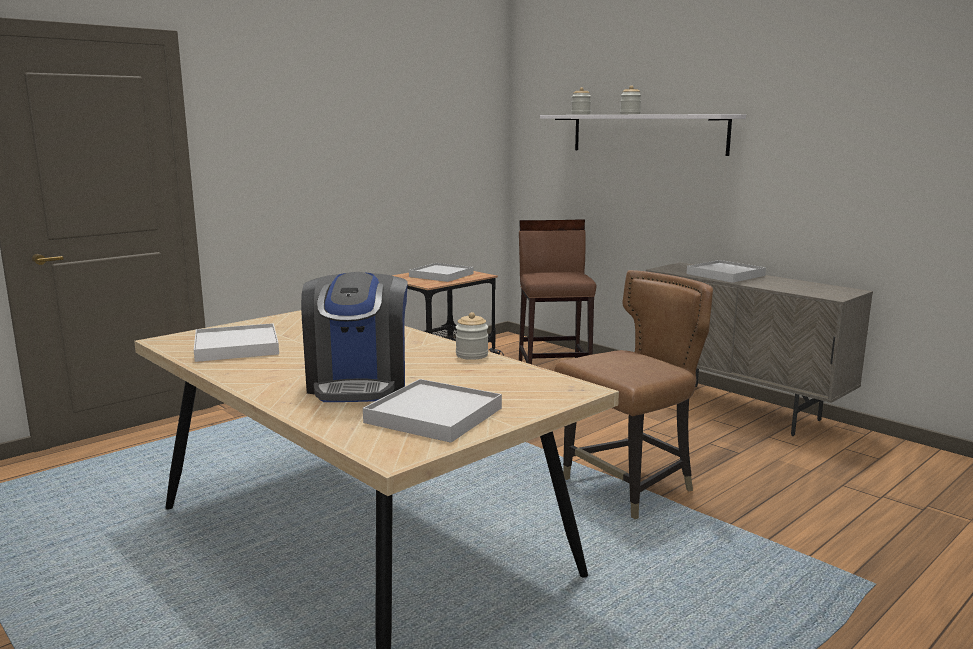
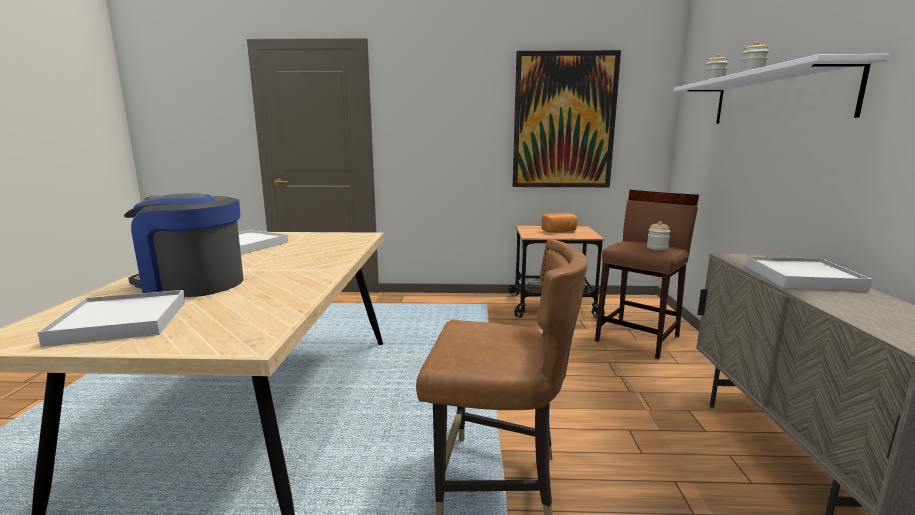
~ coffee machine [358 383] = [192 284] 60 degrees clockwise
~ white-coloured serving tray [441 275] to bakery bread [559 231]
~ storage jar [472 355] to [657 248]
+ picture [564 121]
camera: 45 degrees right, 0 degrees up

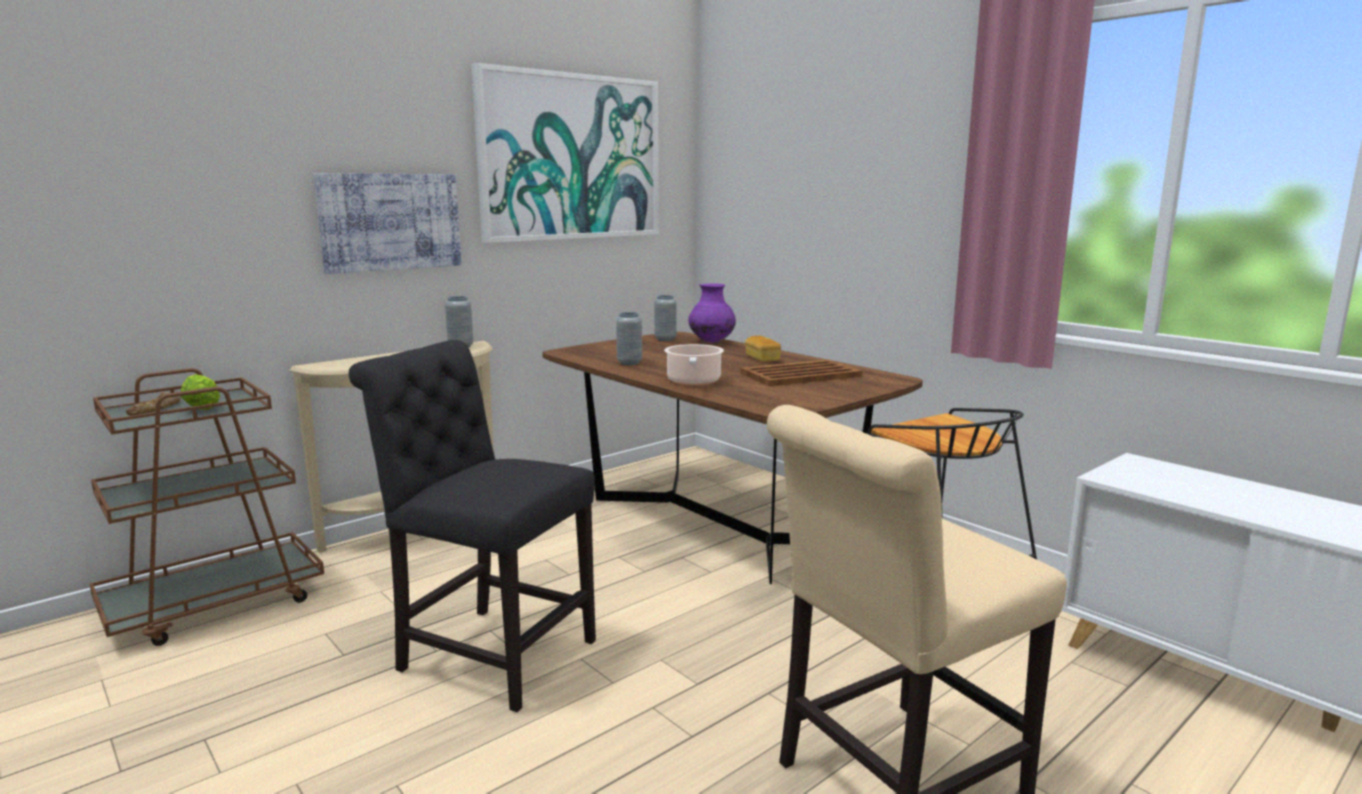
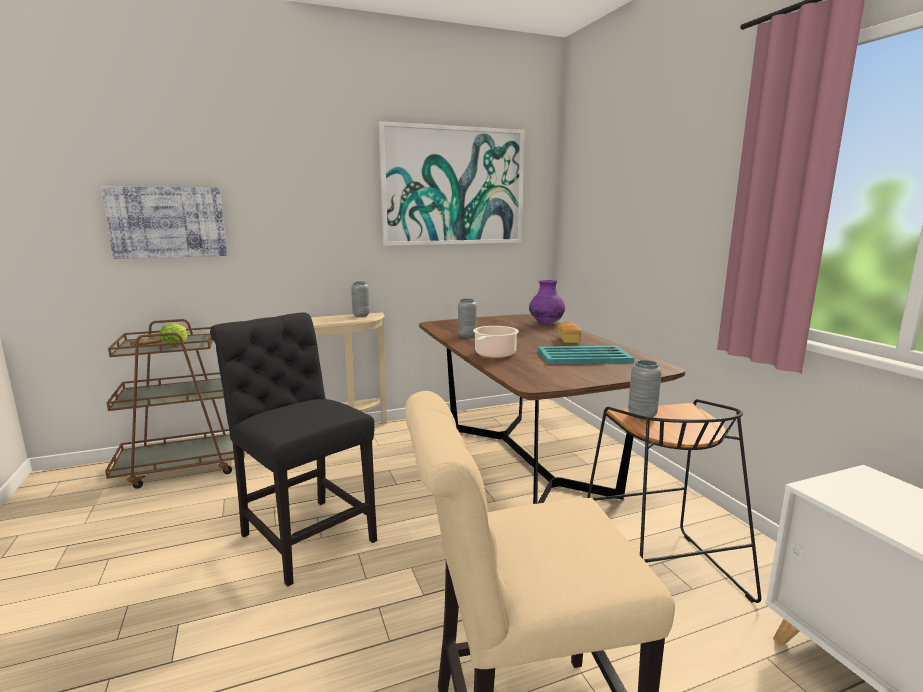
~ picture [390 222] to [167 222]
~ grey vase [665 339] to [642 415]
~ brown serving tray [799 375] to turquoise serving tray [583 356]
camera: 20 degrees right, 0 degrees up

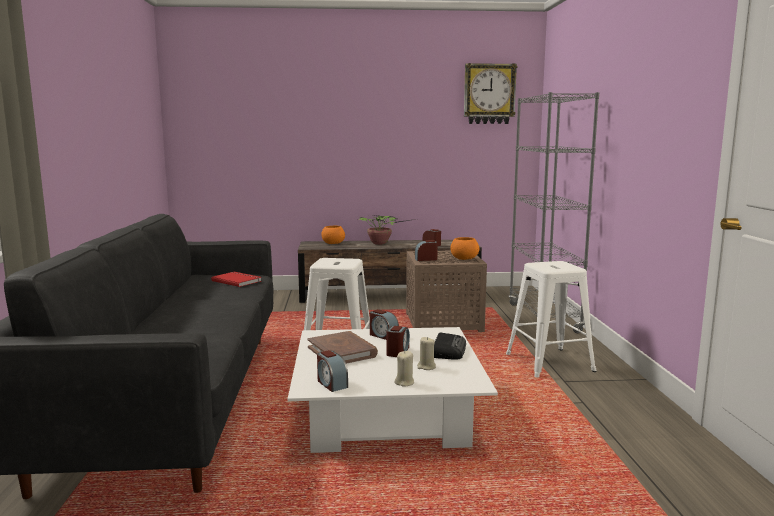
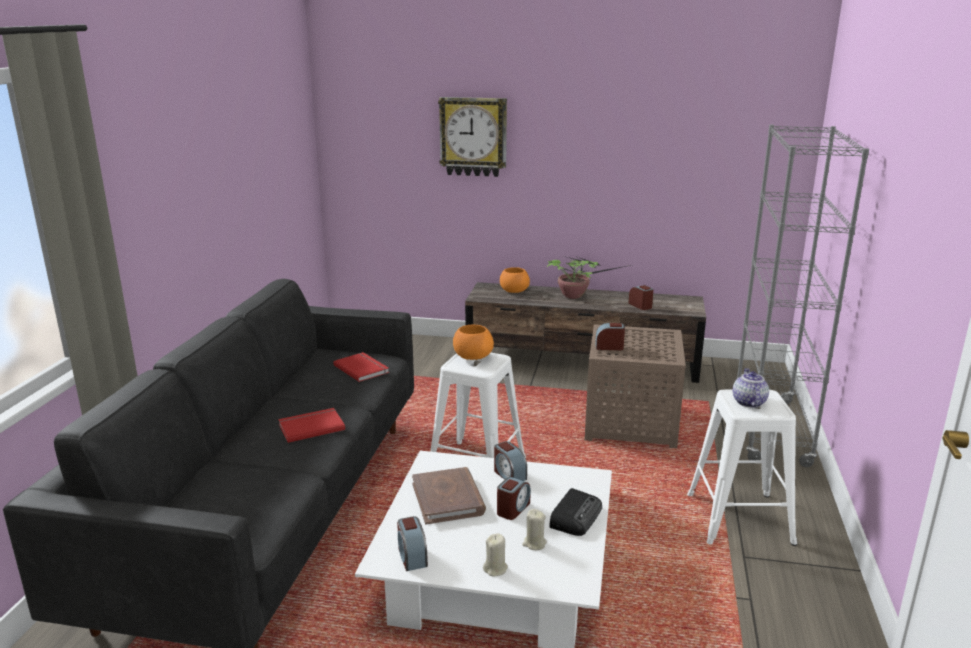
~ orange deep dish [464 259] to [472 356]
~ clock on the wall [489 94] to [473 136]
+ red-coloured bound book [311 426]
+ teapot [748 402]
camera: 15 degrees right, 10 degrees up

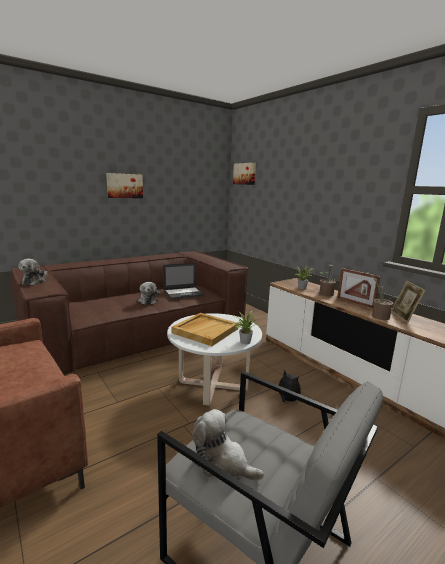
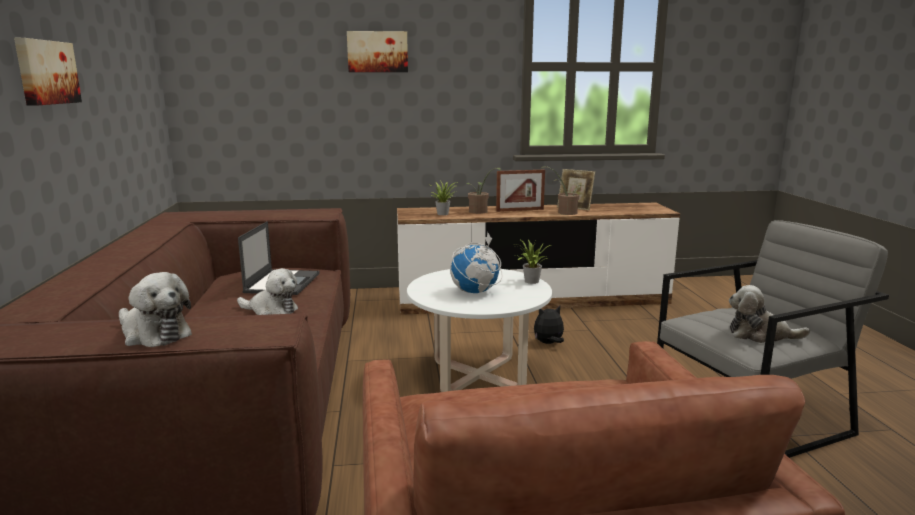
~ beige-coloured serving tray [205 330] to desk globe [475 292]
~ soft toy [222 462] = [760 335] 45 degrees clockwise
~ picture [245 174] to [377 52]
camera: 60 degrees left, 0 degrees up

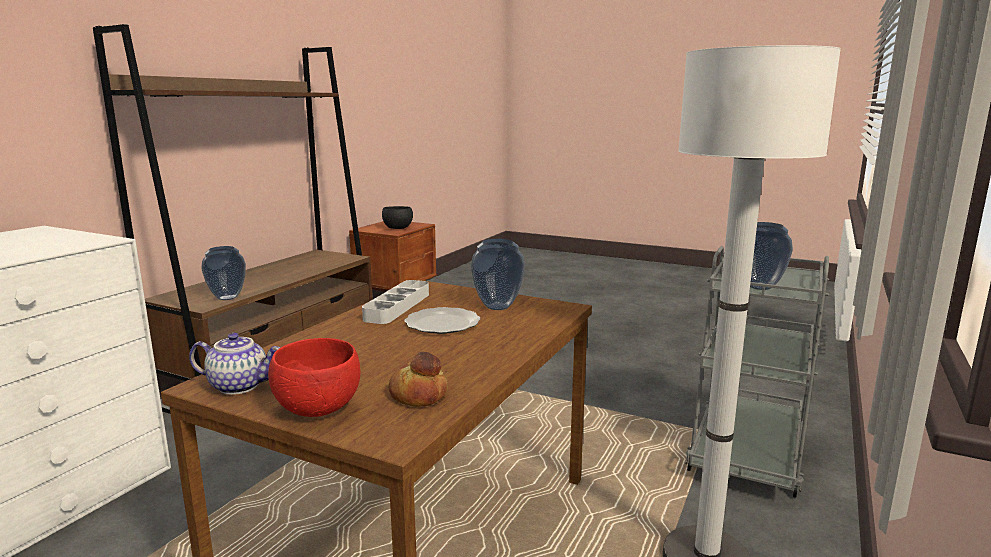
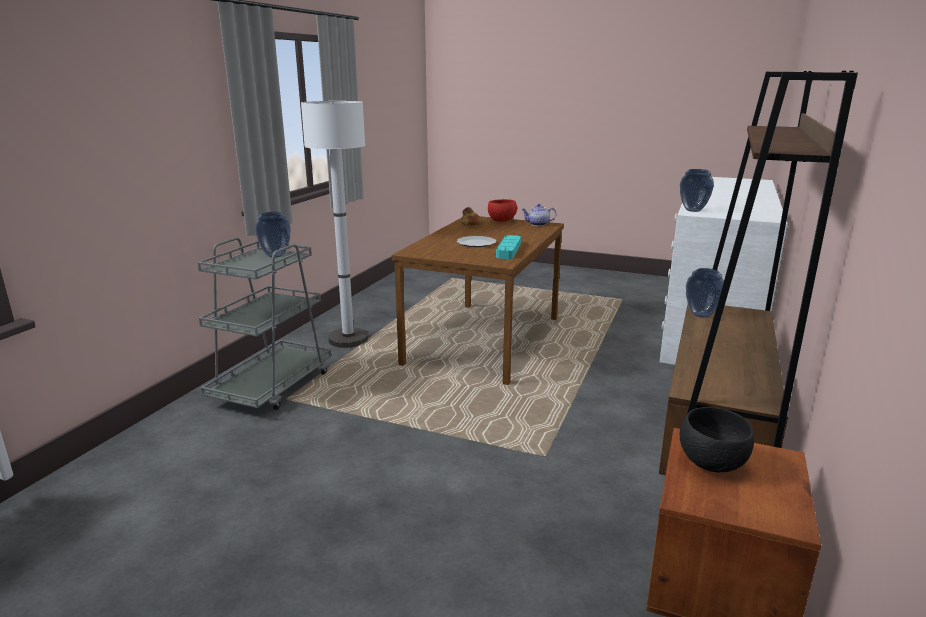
~ grey serving tray [397 306] to turquoise serving tray [508 250]
~ vase [498 306] to [693 210]
camera: 175 degrees right, 5 degrees up

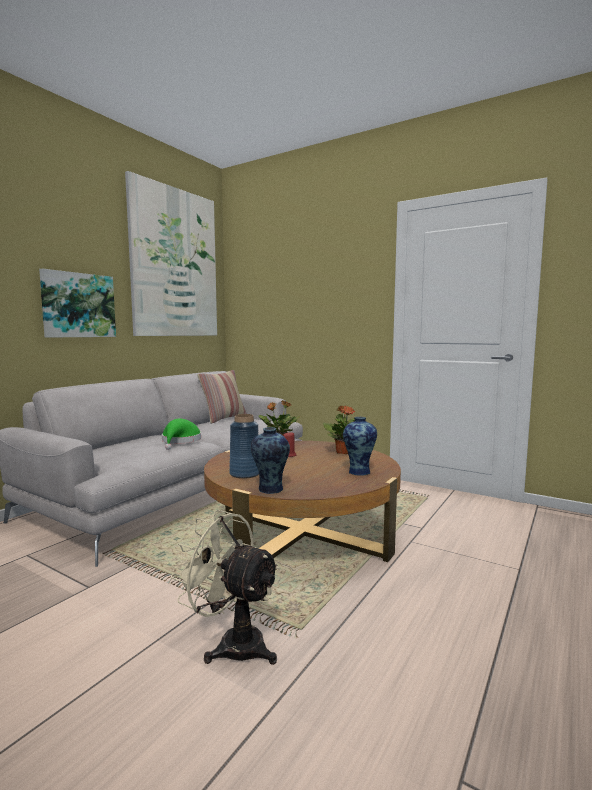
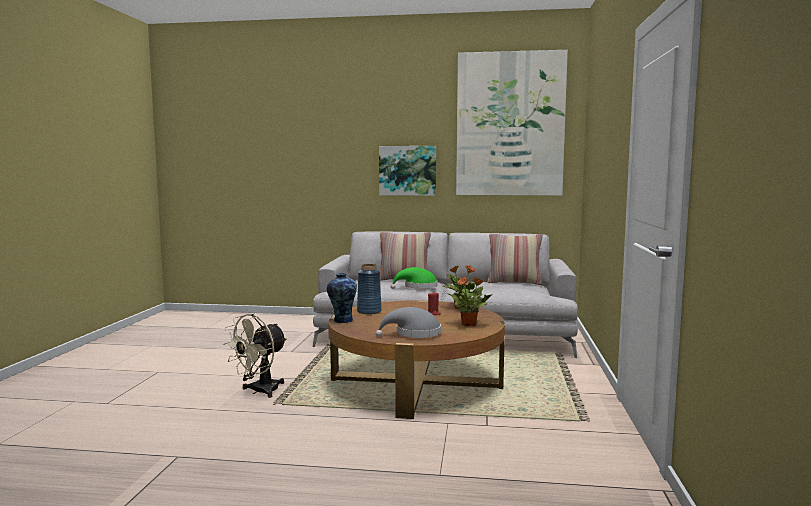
~ beige-coloured fan [232 643] = [259 391] 150 degrees counterclockwise
~ vase [359 472] to grey hat [414 334]
+ pillow [404 279]
camera: 65 degrees right, 0 degrees up

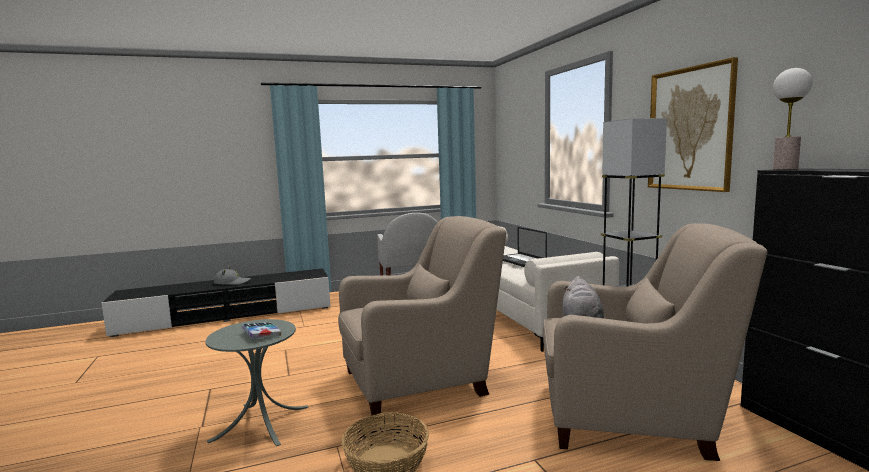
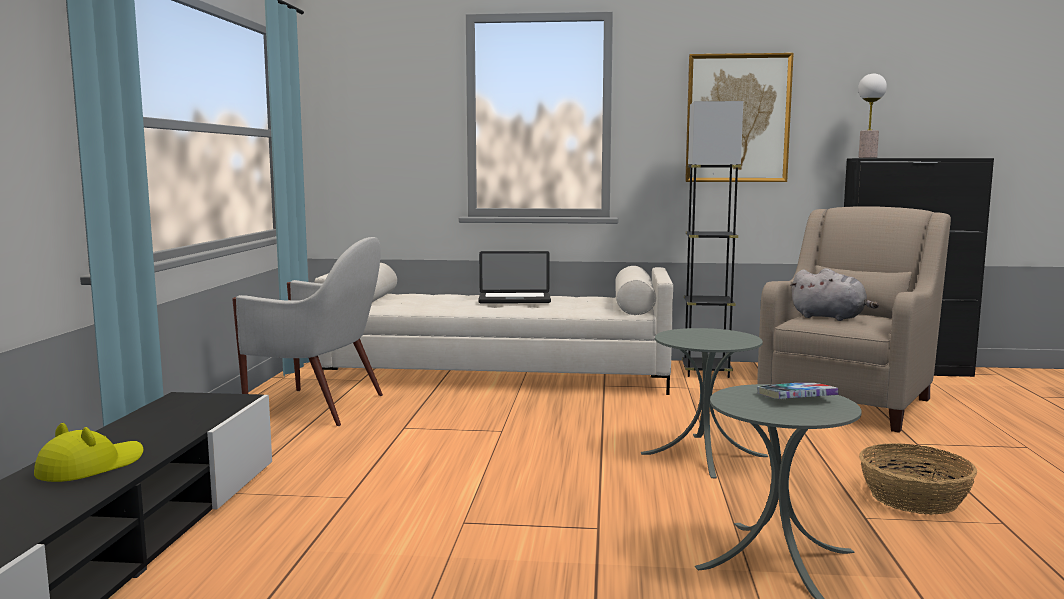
~ grey hat [232 282] to yellow-coloured hat [90 467]
~ beige-coloured easy chair [420 381] to grey end table [704 455]
camera: 65 degrees left, 0 degrees up

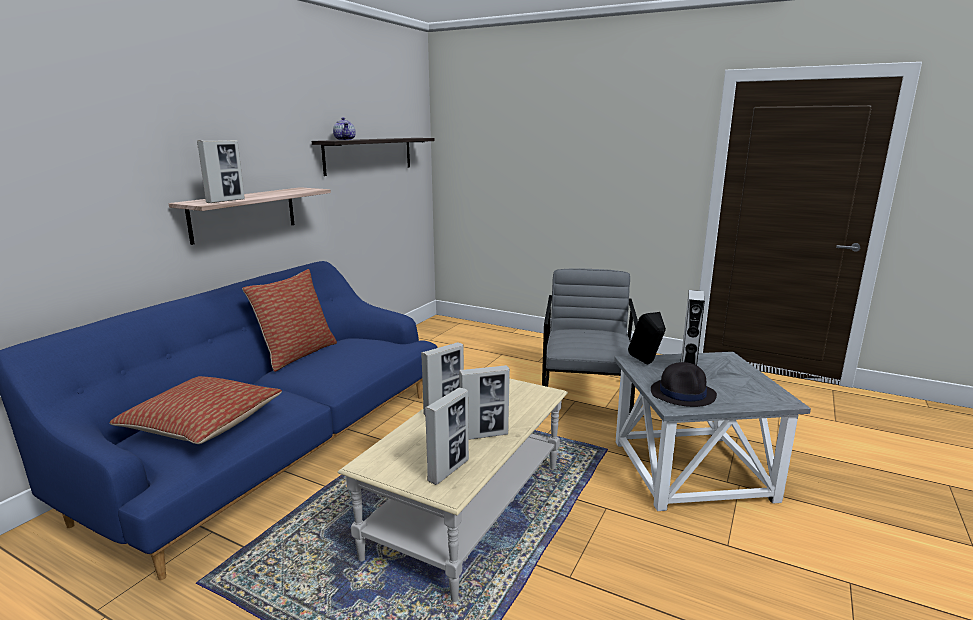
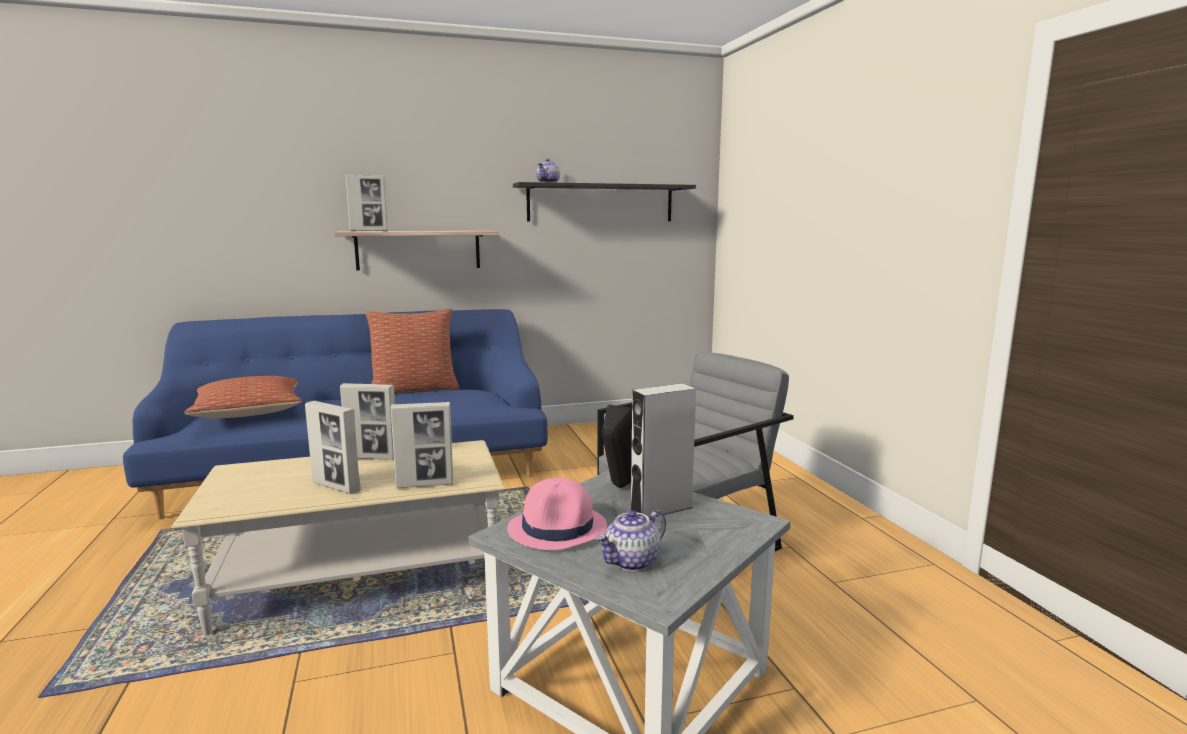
~ photo frame [448 470] to [425 484]
~ blackish hat [683 393] to pink hat [558 528]
+ teapot [632 562]
camera: 45 degrees right, 5 degrees down

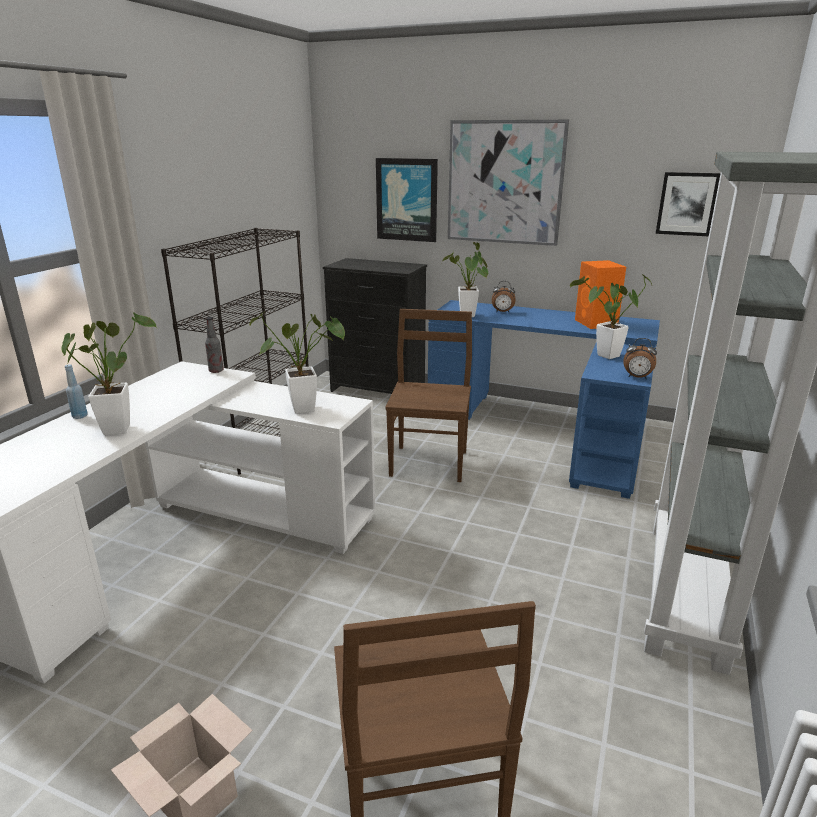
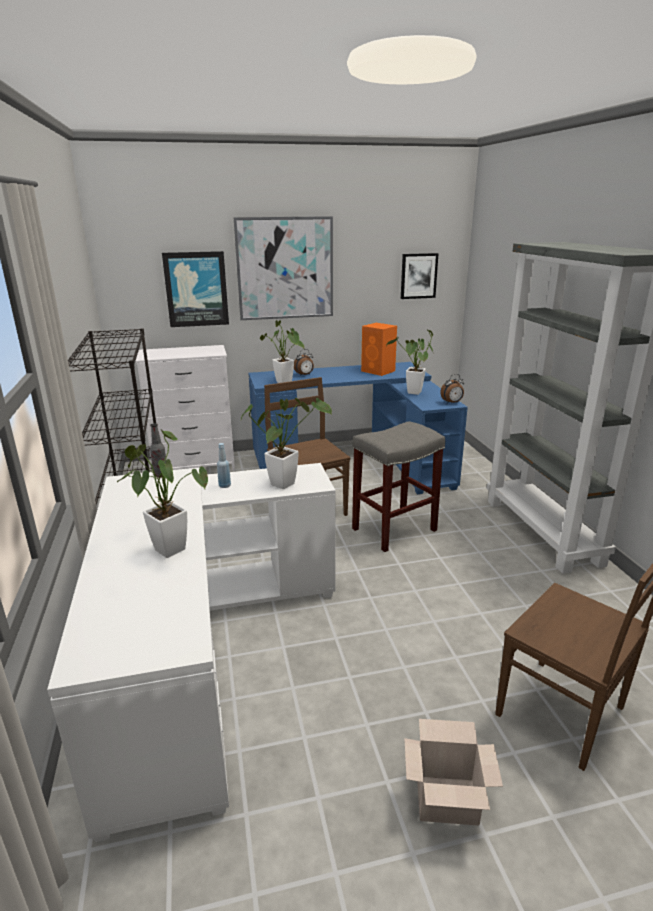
~ blue-coloured beverage bottle [80 416] to [224 486]
~ blackish dresser [377 389] to white-coloured dresser [194 466]
+ grey stool [393 530]
camera: 35 degrees left, 0 degrees up

